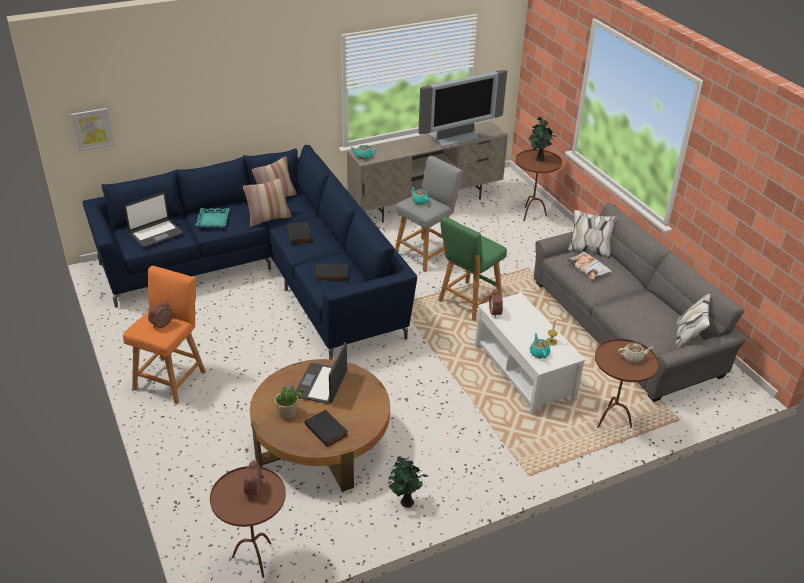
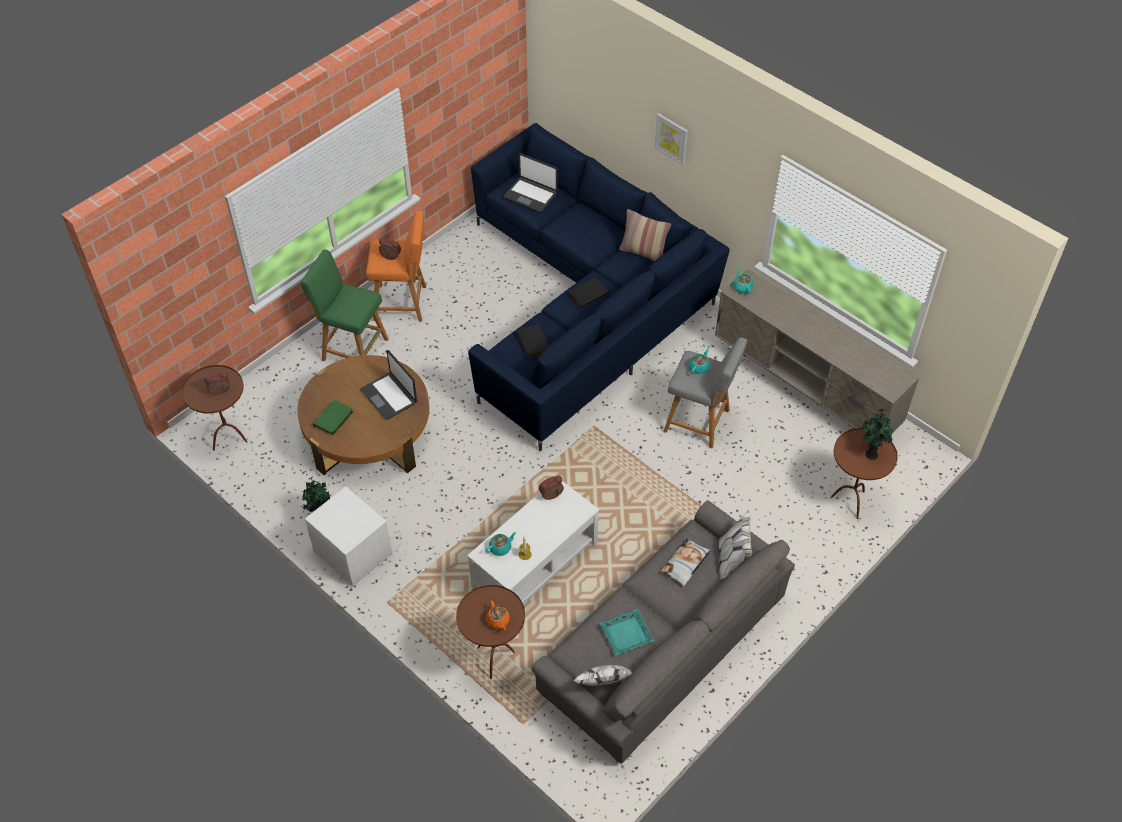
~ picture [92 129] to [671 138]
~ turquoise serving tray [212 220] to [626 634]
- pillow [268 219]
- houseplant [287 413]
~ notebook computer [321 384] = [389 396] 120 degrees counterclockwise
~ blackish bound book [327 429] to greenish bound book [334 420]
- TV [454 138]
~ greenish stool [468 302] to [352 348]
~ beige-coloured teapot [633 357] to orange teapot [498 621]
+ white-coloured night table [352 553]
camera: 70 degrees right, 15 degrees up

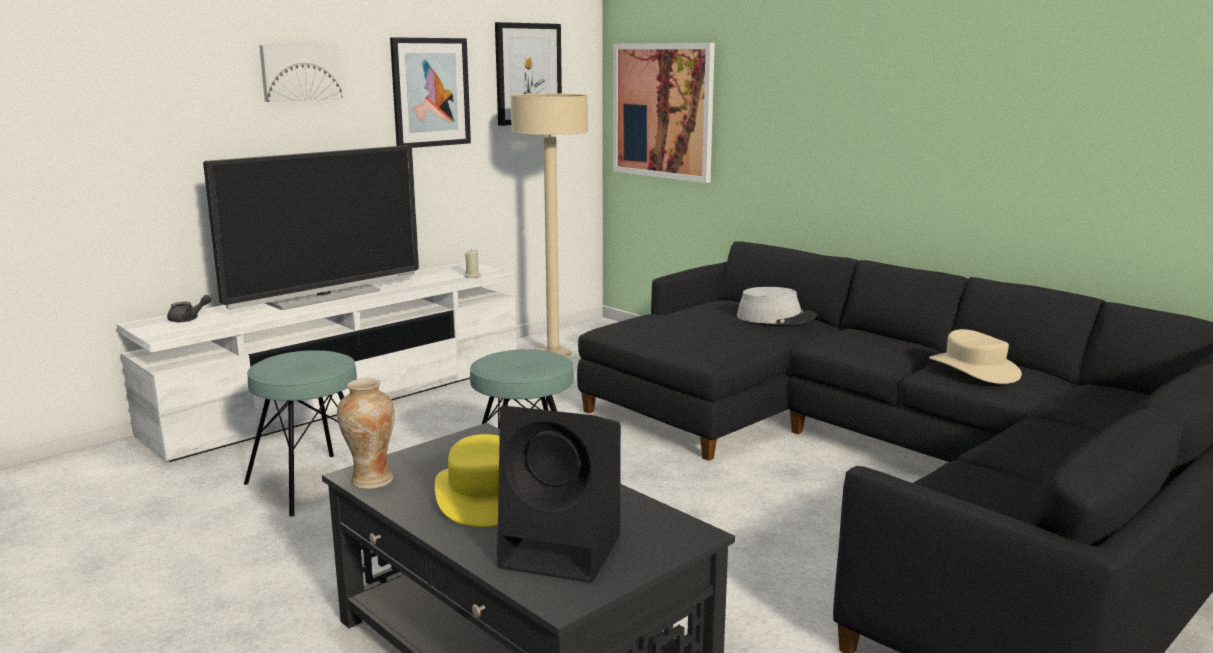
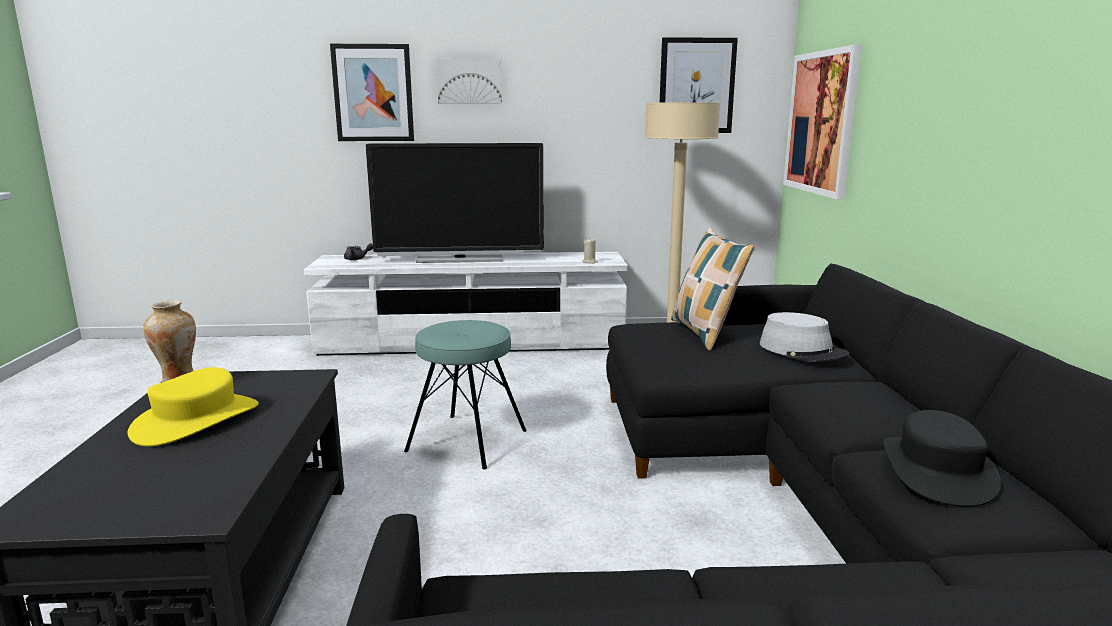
- turquoise stool [313 484]
~ picture [430 92] to [373 93]
- blackish speaker [564 551]
~ beige-coloured hat [974 369] to blackish hat [937 471]
+ pillow [705 333]
camera: 40 degrees right, 0 degrees up

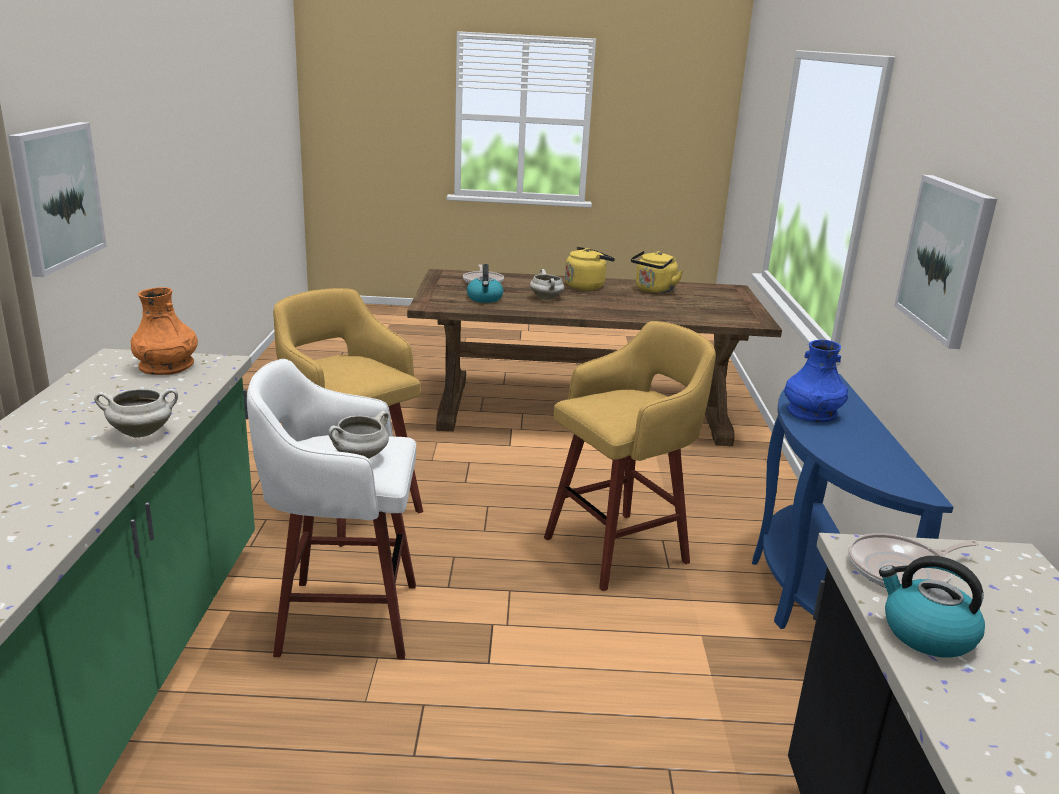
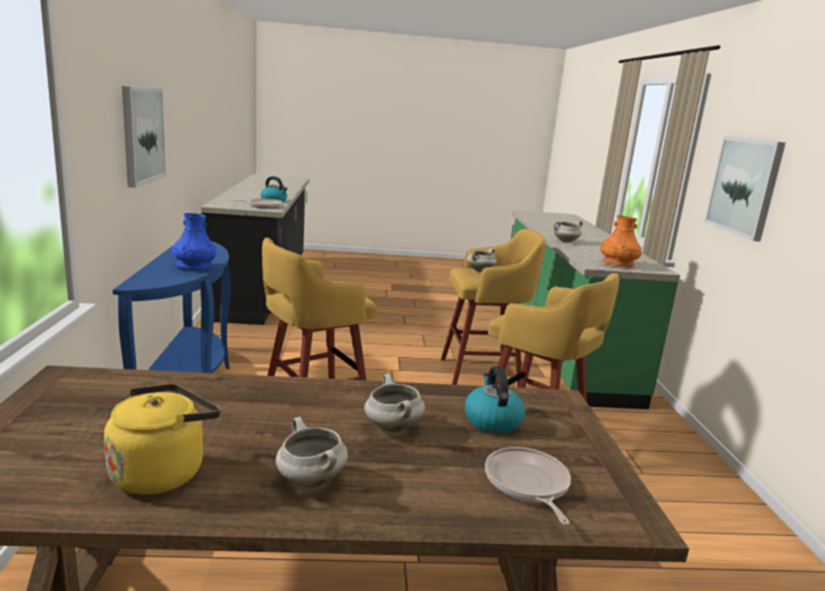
~ white-coloured stool [343 618] to yellow-coloured stool [483 373]
~ yellow-coloured kettle [586 286] to white-coloured saucepot [309 480]
camera: 175 degrees right, 5 degrees down

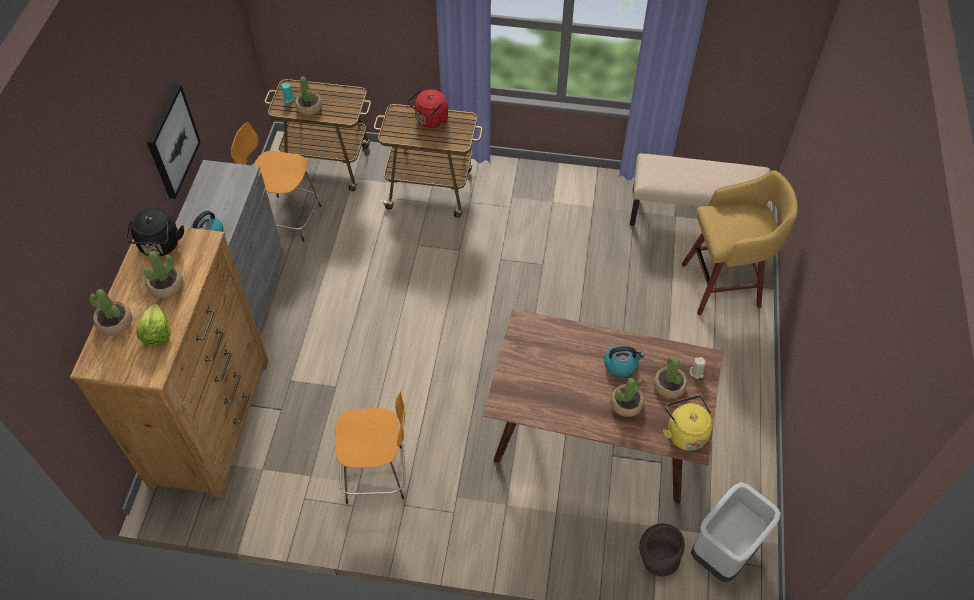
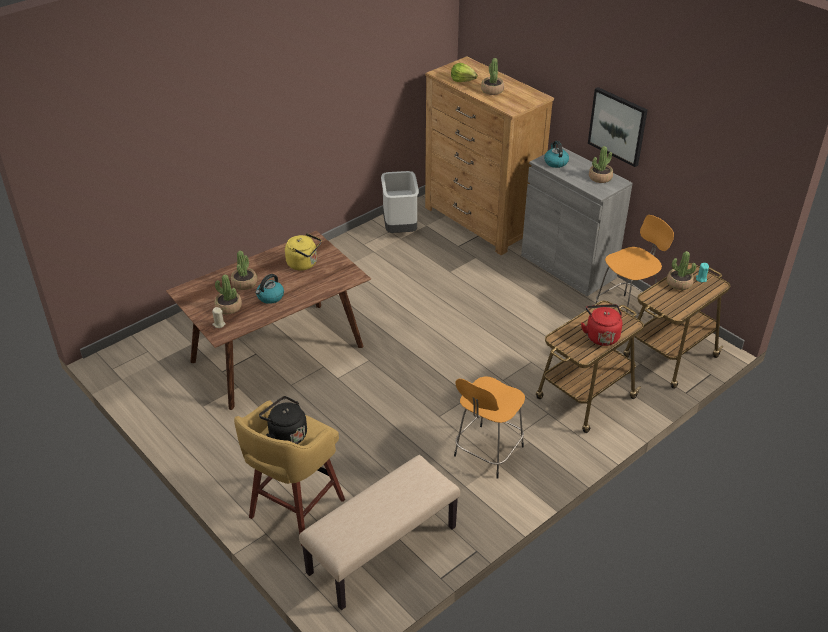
~ houseplant [115 323] to [600 177]
~ blackish kettle [160 246] to [286 435]
~ orange stool [377 474] to [487 453]
- brown vase [656 559]
~ yellow-coloured kettle [684 432] to [304 264]
~ grey rubbish bin [724 553] to [399 228]
camera: 130 degrees right, 15 degrees down

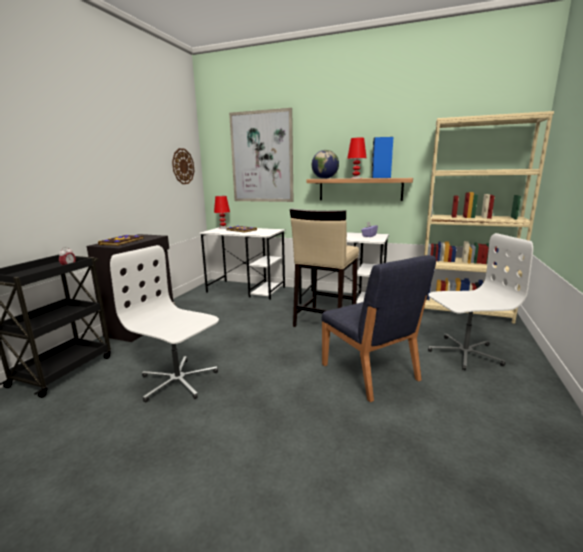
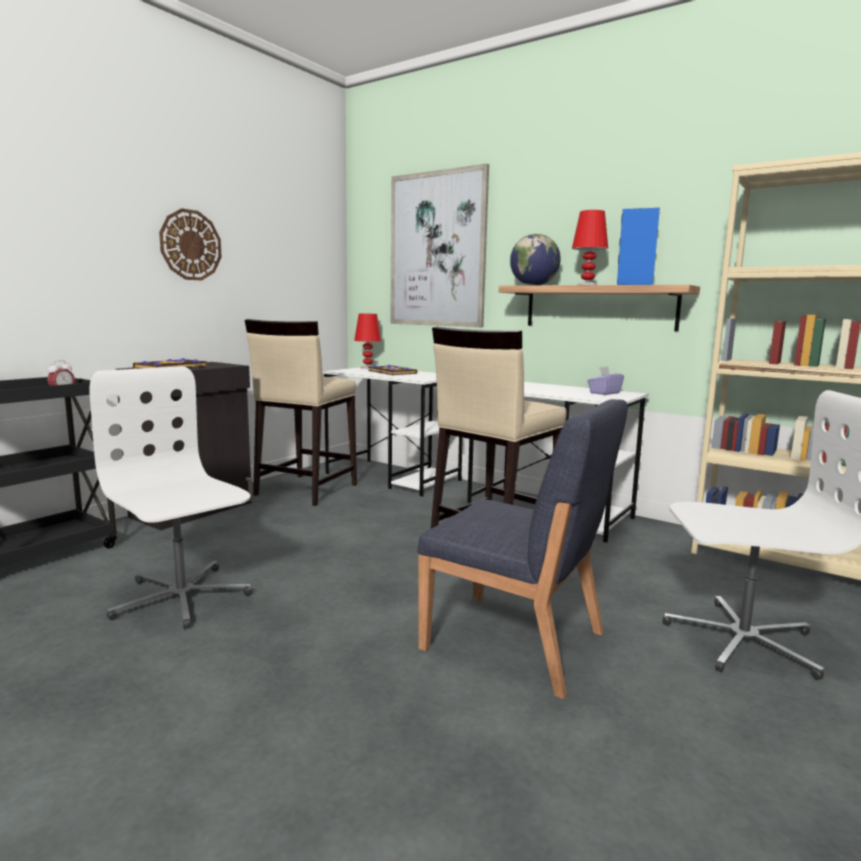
~ clock on the wall [183 166] to [190 245]
~ blue-coloured plain chair [370 373] = [515 642] 45 degrees counterclockwise
+ beige-coloured stool [305 490]
camera: 15 degrees right, 5 degrees down

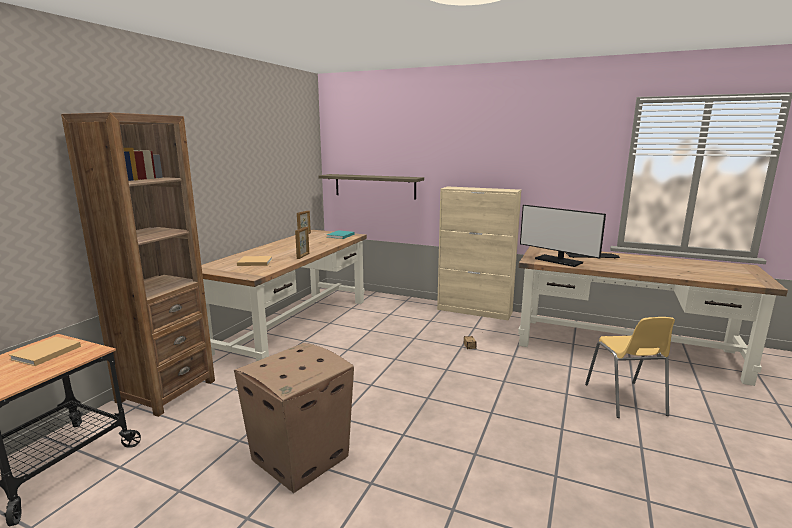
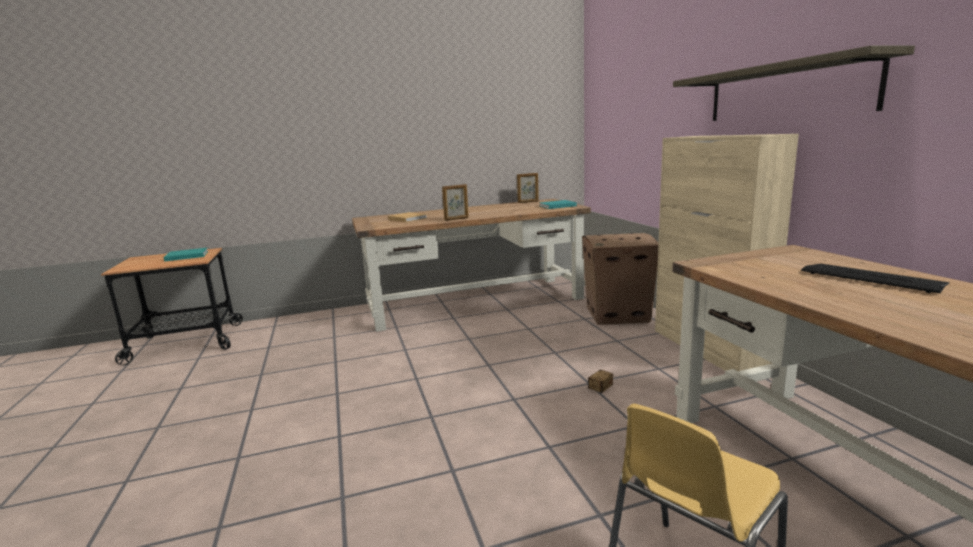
~ beige-coloured bound book [44 353] to turquoise bound book [185 256]
- brown bookshelf [166 391]
~ carton [301 457] to [618 314]
~ wall shelf [374 186] to [785 91]
- computer display [558 261]
camera: 50 degrees right, 0 degrees up

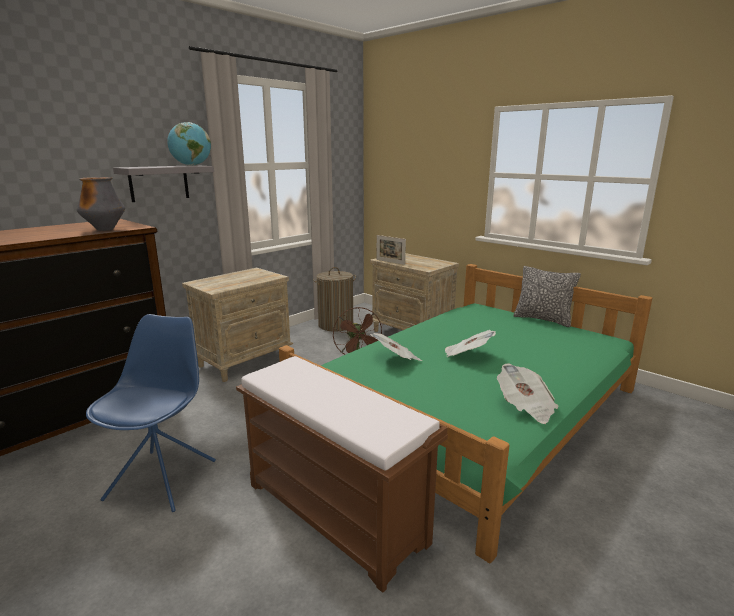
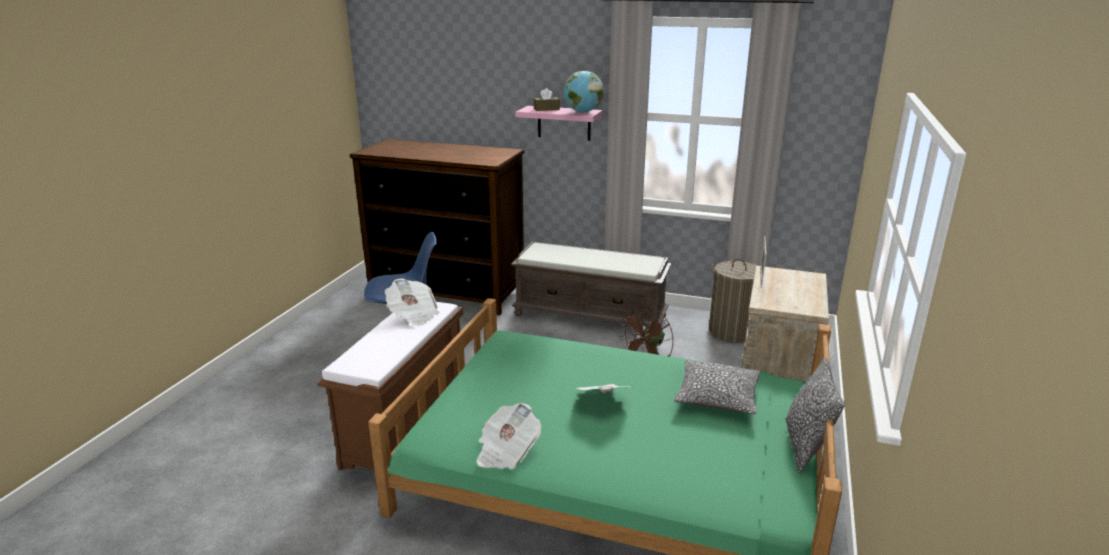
- vase [105 229]
~ grey wall shelf [159 183] to pink wall shelf [564 123]
~ beige-coloured night table [245 361] to brown bench [591 315]
~ daily paper [396 359] to [413 315]
+ brown tissue holder [546 109]
+ pillow [717 397]
camera: 65 degrees right, 5 degrees up

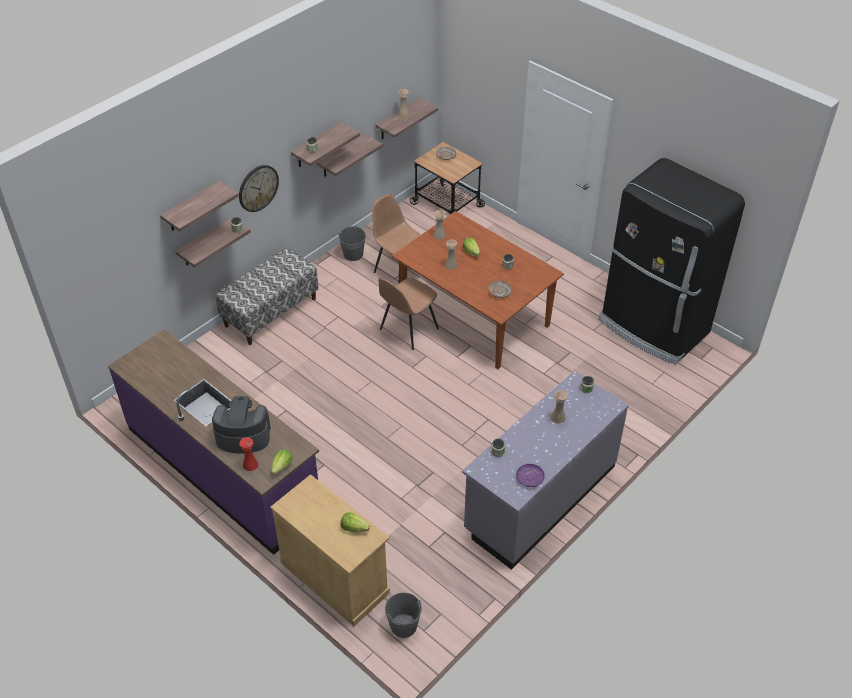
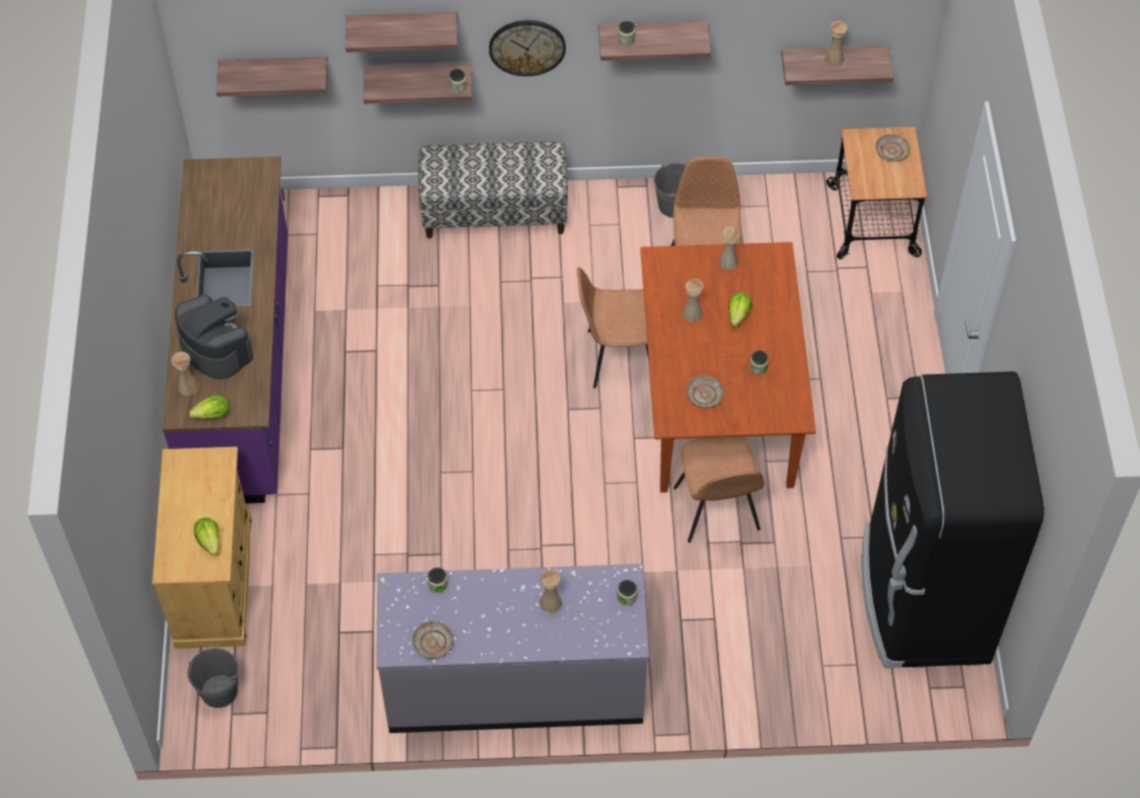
~ red-coloured vase [250 464] to beige-coloured vase [188 387]
~ wall shelf [341 156] to [274 70]
~ purplish dinner plate [530 478] to beige-coloured dinner plate [433 643]
+ brown plain chair [716 511]
camera: 45 degrees right, 10 degrees up

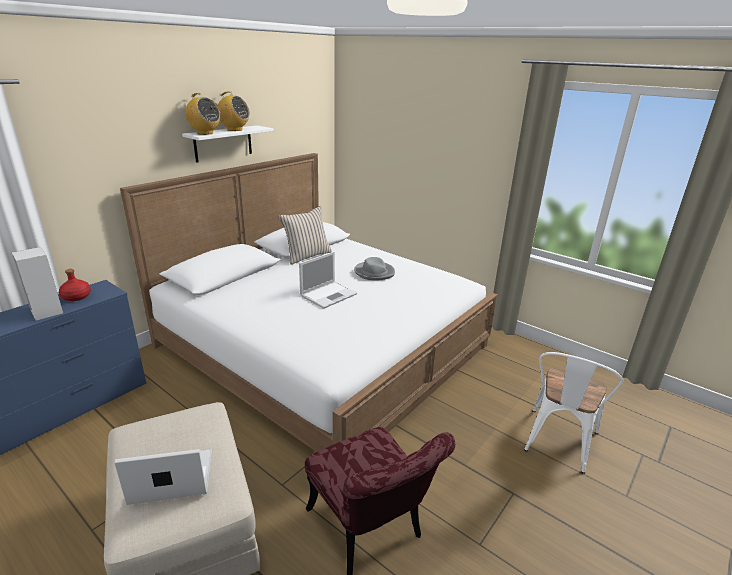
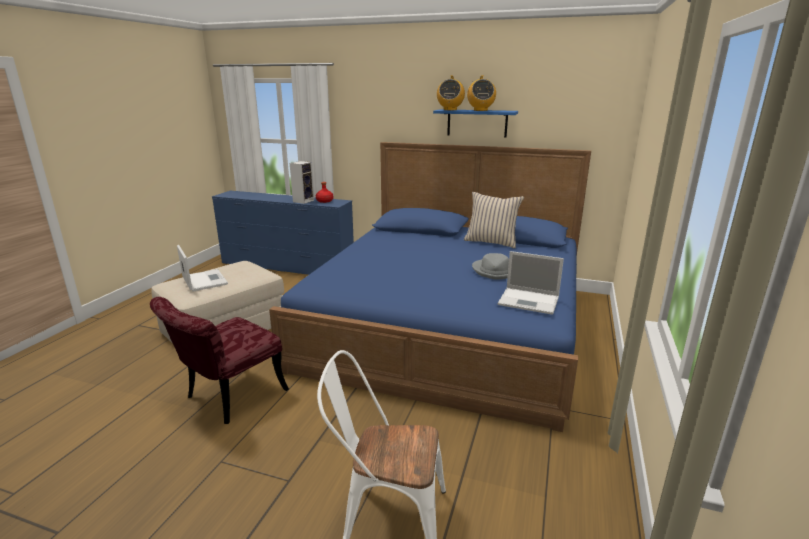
~ white-coloured bed [323 345] to blue-coloured bed [447 325]
~ white-coloured wall shelf [223 143] to blue-coloured wall shelf [477 123]
~ notebook computer [329 294] to [530 301]
camera: 70 degrees right, 5 degrees down

